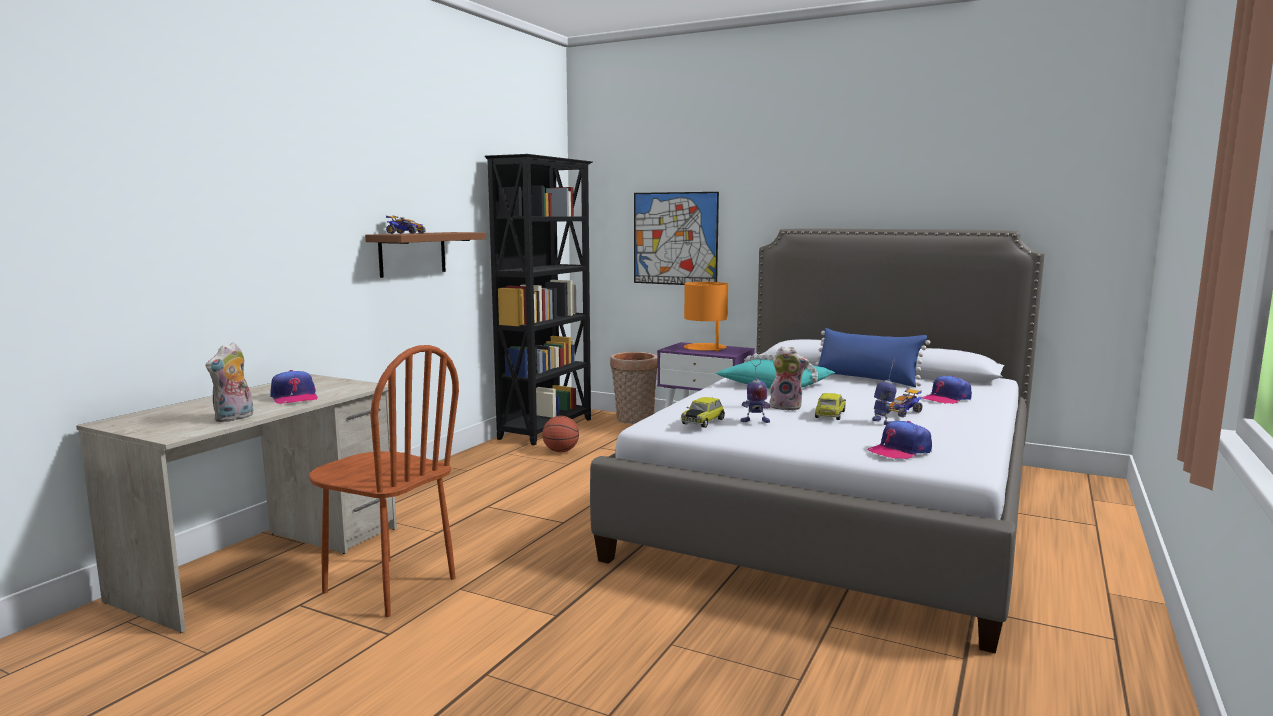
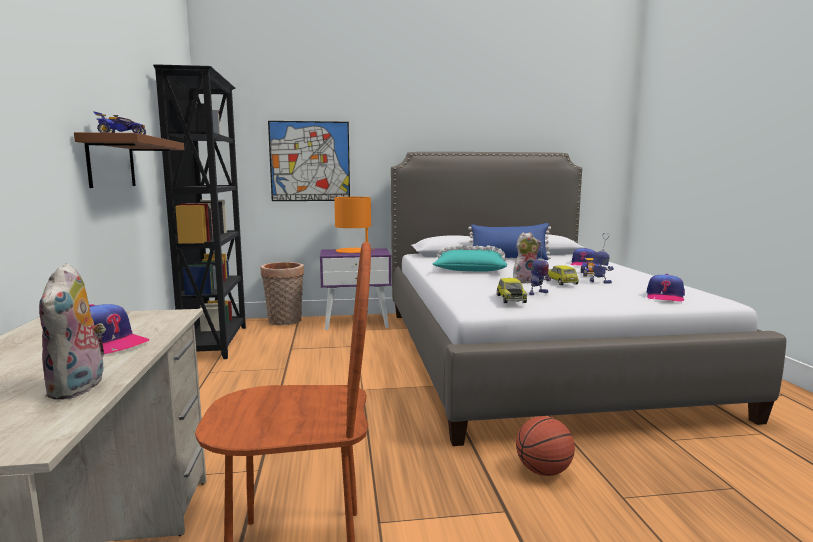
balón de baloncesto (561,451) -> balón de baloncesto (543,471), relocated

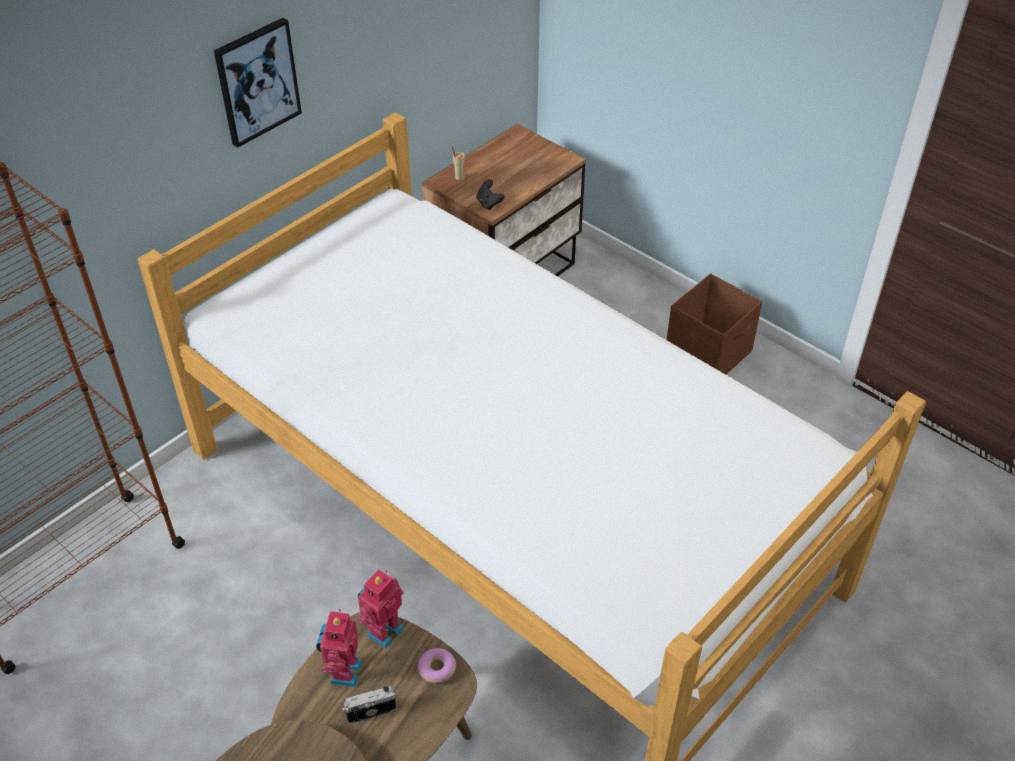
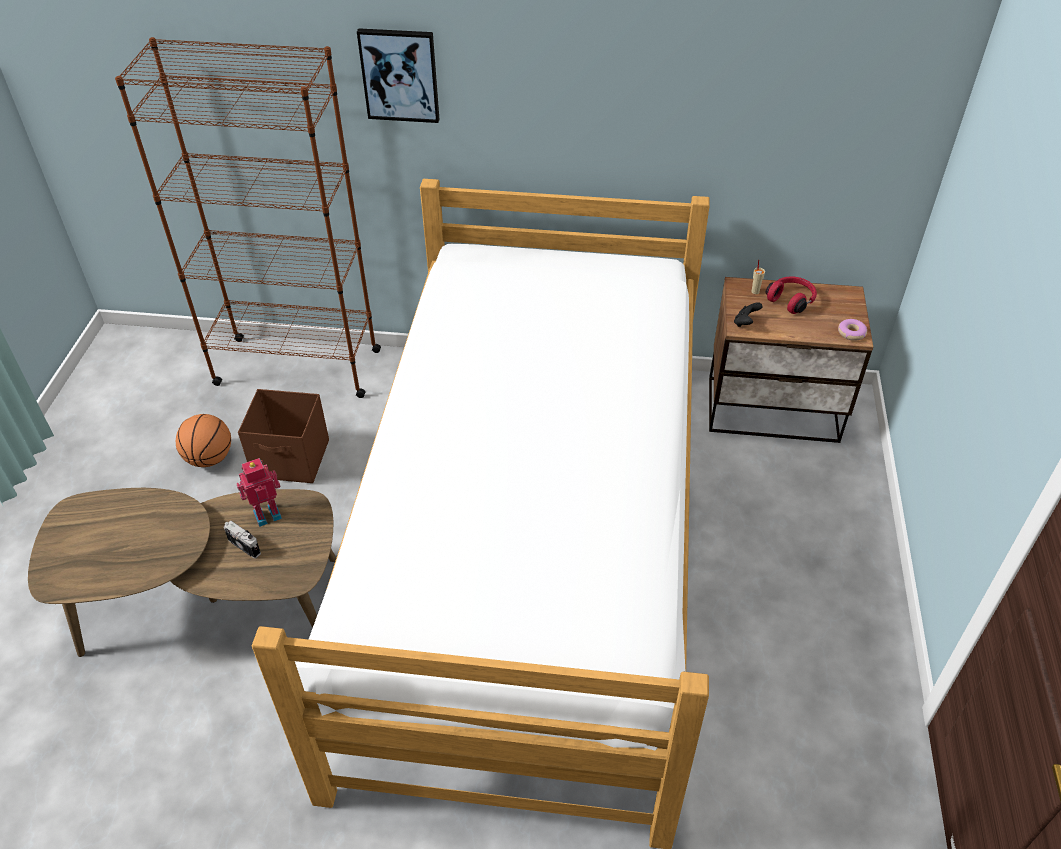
cuadro (257,81) -> cuadro (400,75), relocated
robot de juguete (383,630) -> none
rosquilla (436,668) -> rosquilla (851,333), relocated
caja de almacenaje/marrón (709,353) -> caja de almacenaje/marrón (292,459), relocated
none -> balón de baloncesto (209,458)
none -> auriculares/rojo (791,300)

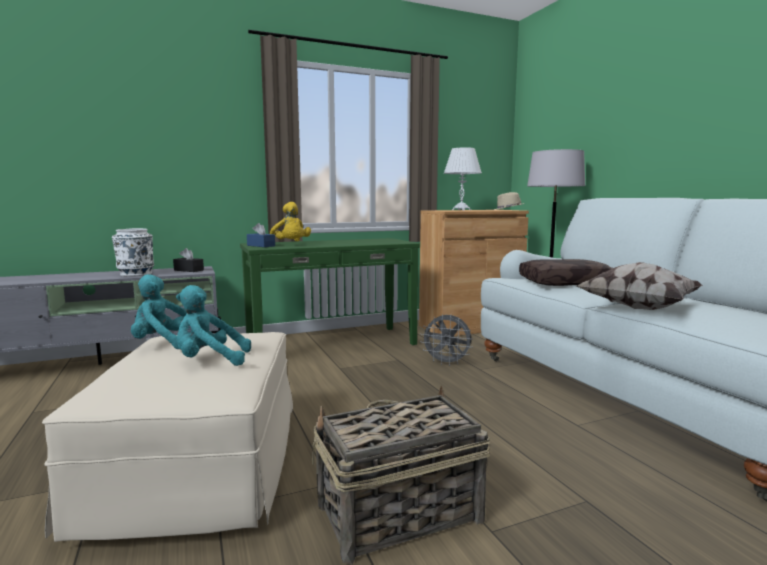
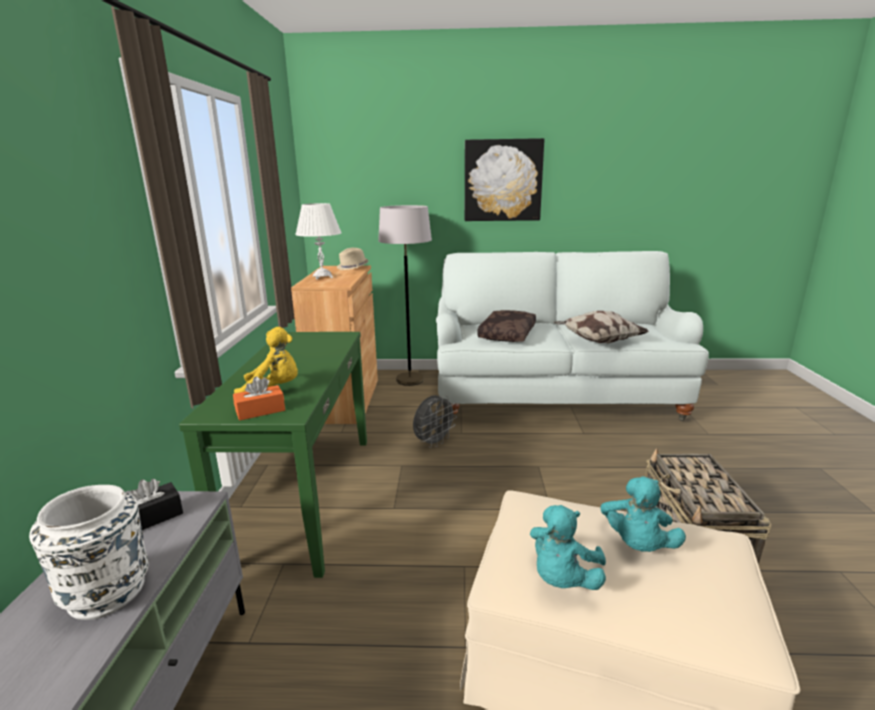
caja de pañuelos/azul (261,246) -> caja de pañuelos/naranja (260,411)
none -> cuadro (502,180)

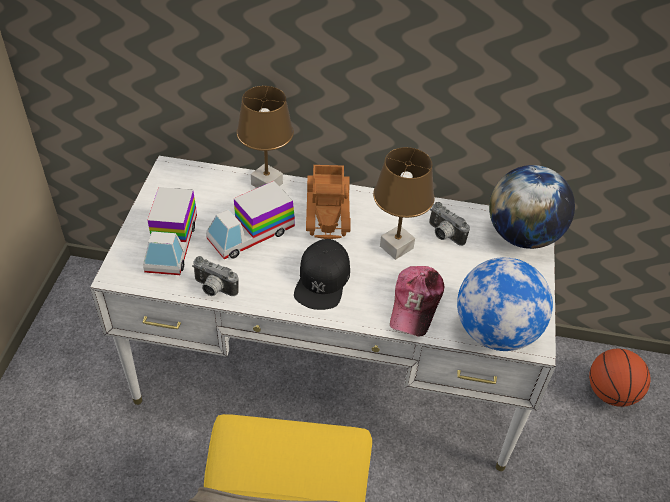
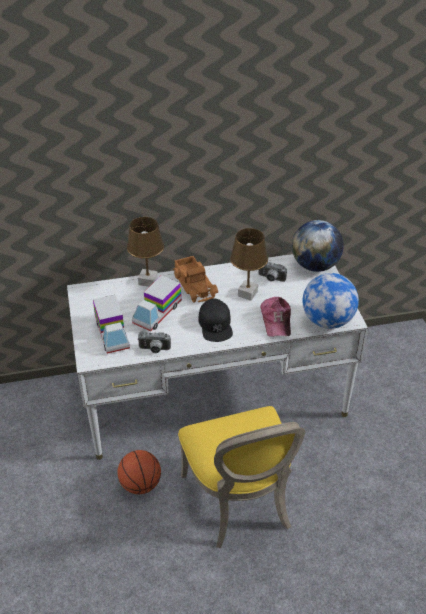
balón de baloncesto (610,393) -> balón de baloncesto (140,484), relocated

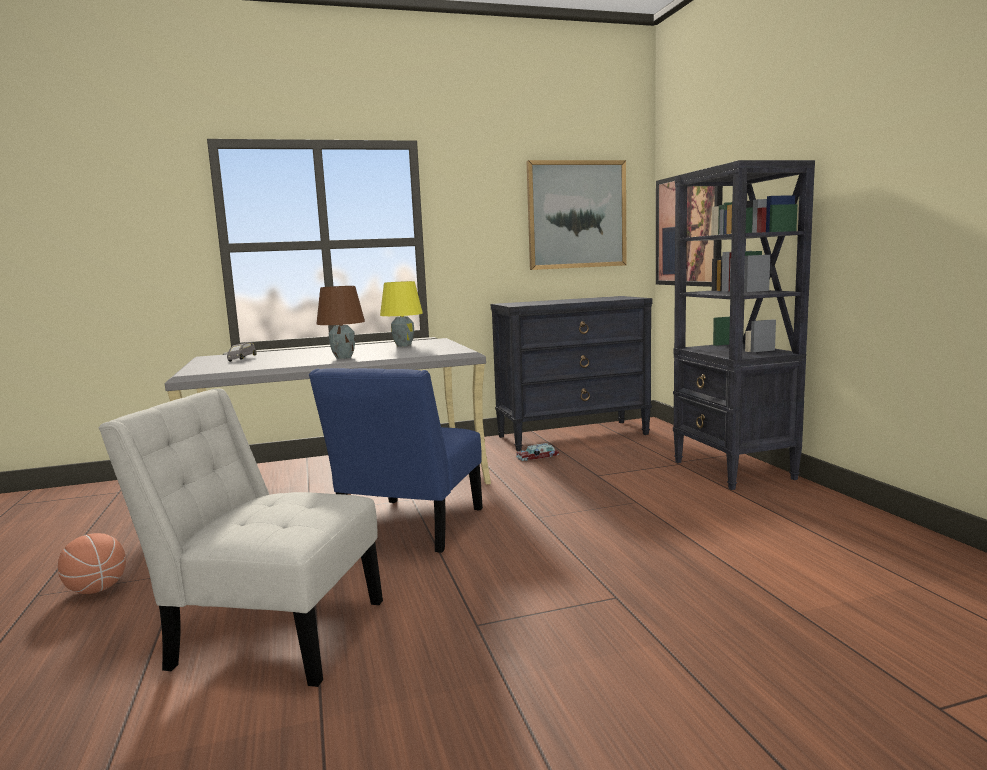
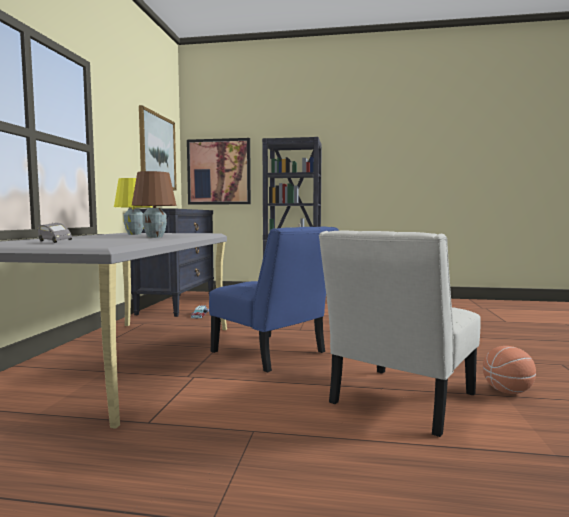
balón de baloncesto (96,589) -> balón de baloncesto (507,391), relocated

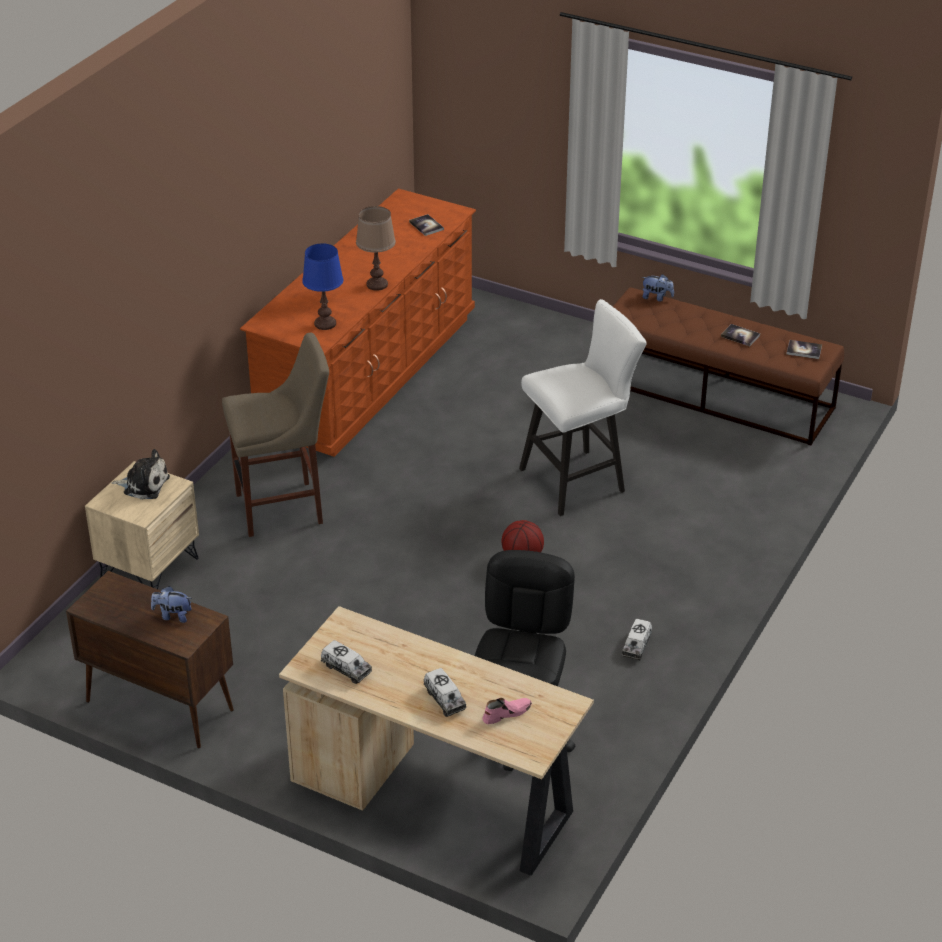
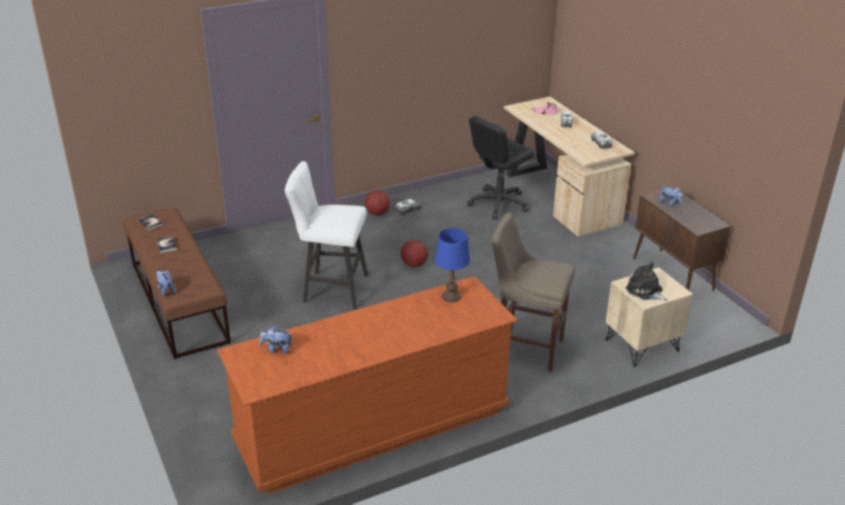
lámpara de mesa/marrón (376,284) -> none
libro (426,226) -> peluche (277,349)
none -> balón de baloncesto (377,213)

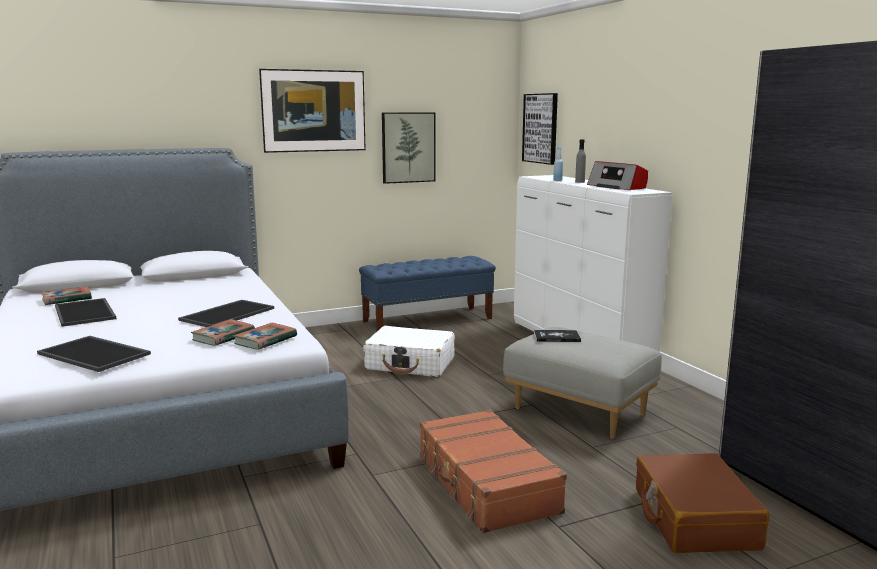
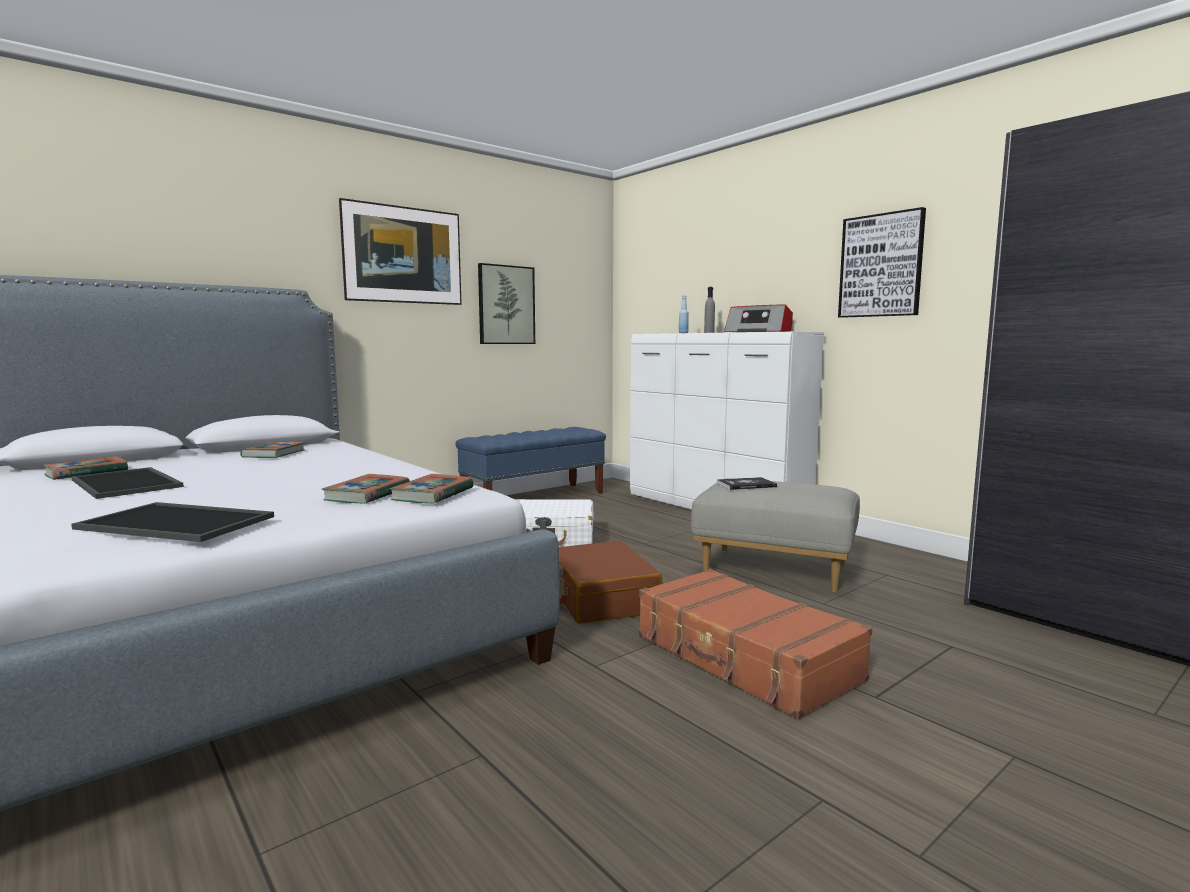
bandeja (227,314) -> none
cuadro (541,128) -> cuadro (881,265), relocated
maleta/marrón (694,518) -> maleta/marrón (601,598), relocated
none -> libro (274,454)

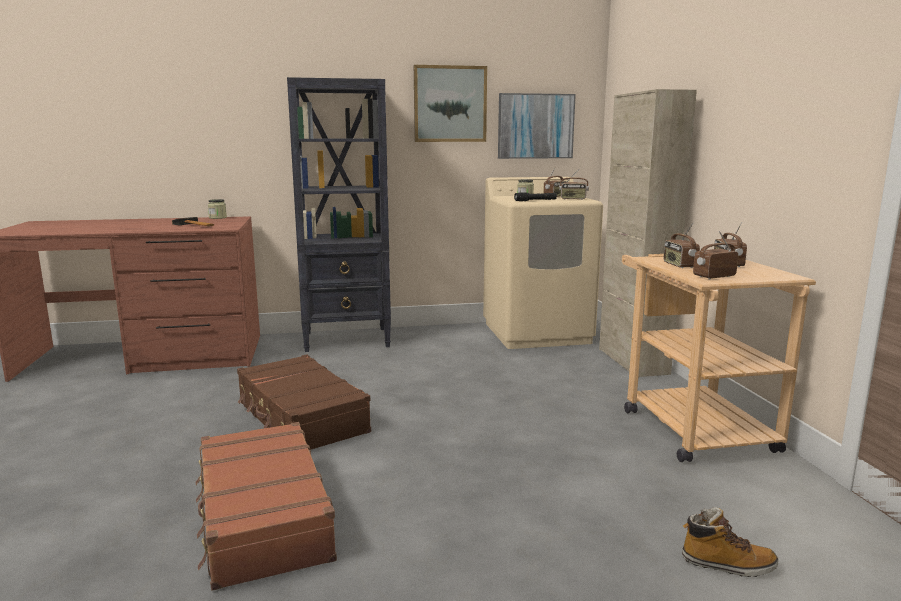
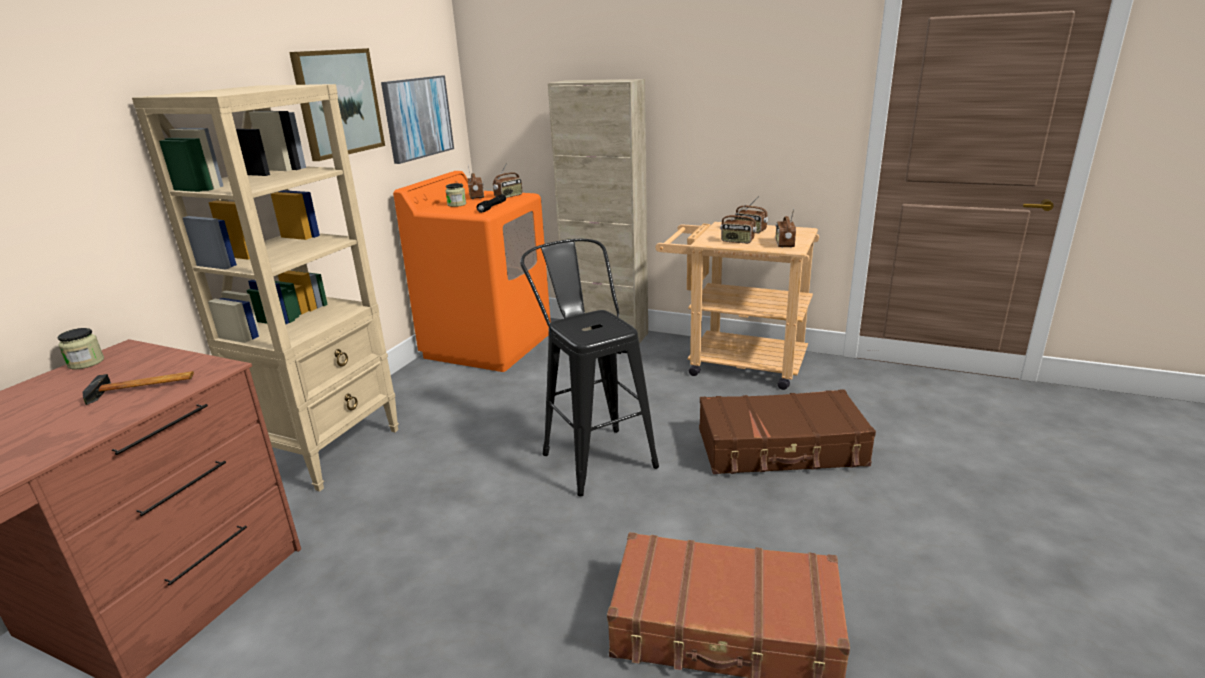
maleta/marrón (301,418) -> maleta/marrón (781,448), relocated
estantería/negro (347,339) -> estantería/beis (329,449)
lavadora/beis (537,333) -> lavadora/naranja (488,345)
bota (727,565) -> none
none -> taburete/negro (594,454)

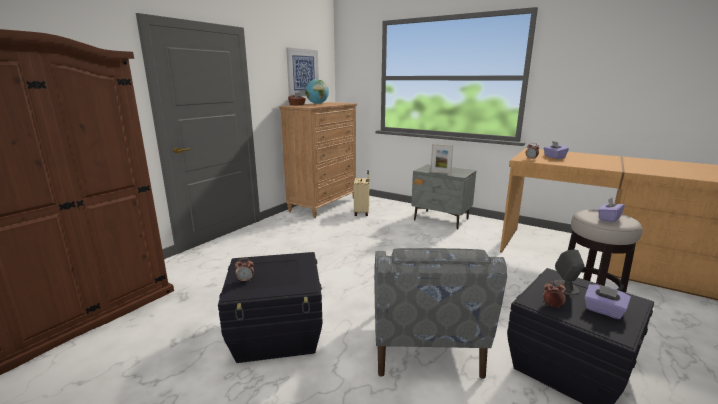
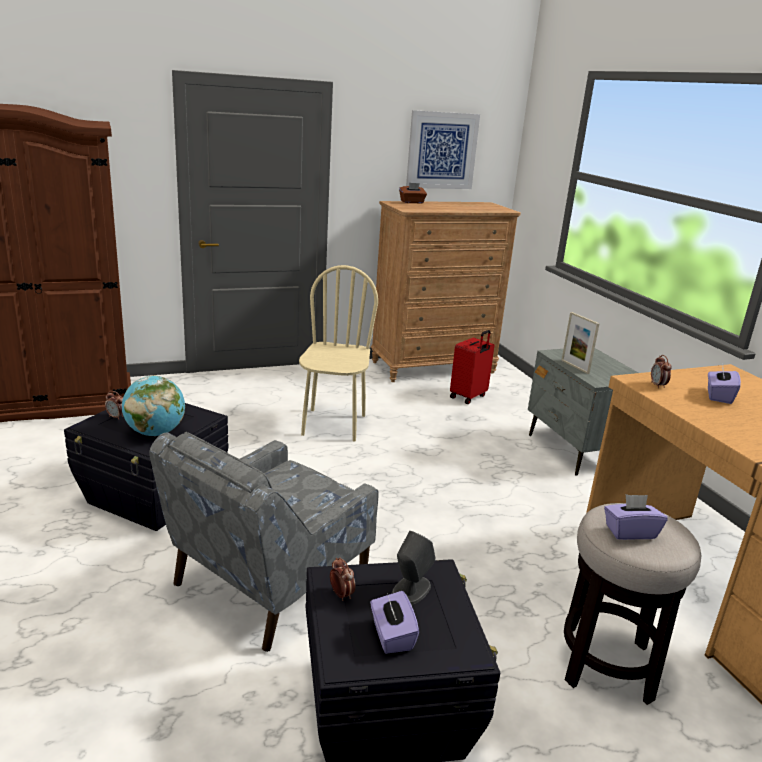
globo terráqueo (317,104) -> globo terráqueo (155,433), relocated
maleta/beis (362,213) -> maleta/rojo (468,397)
none -> silla/beis (333,425)

